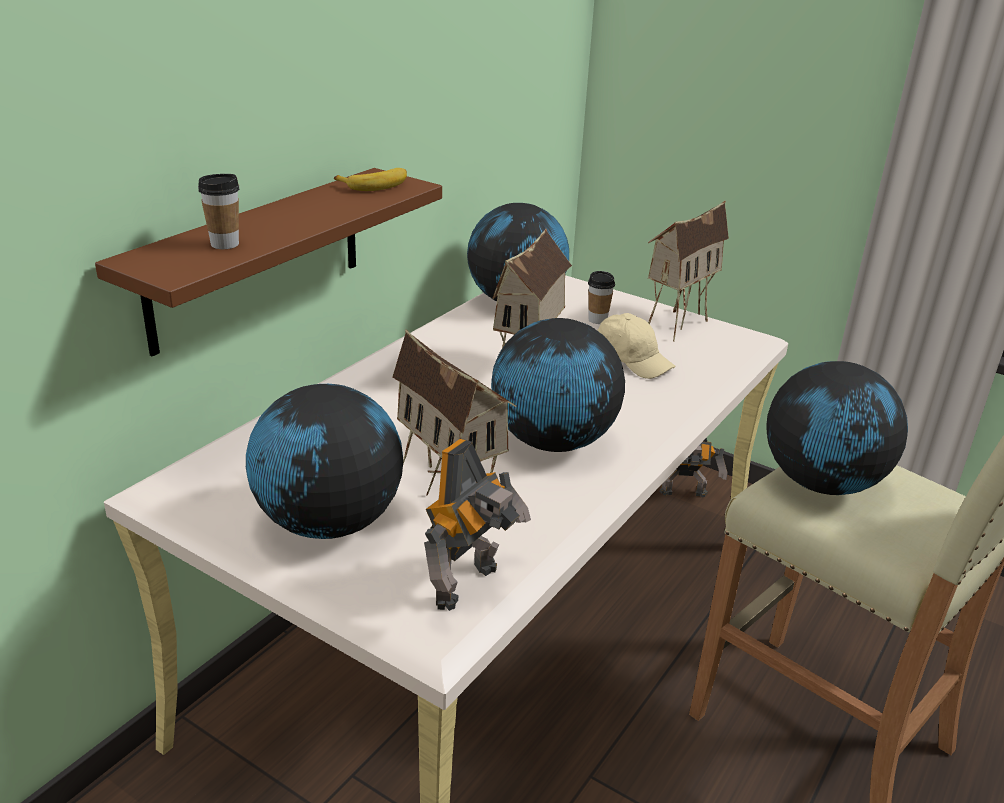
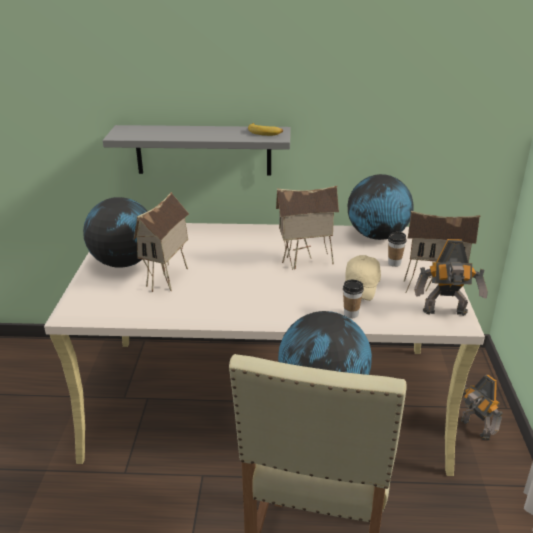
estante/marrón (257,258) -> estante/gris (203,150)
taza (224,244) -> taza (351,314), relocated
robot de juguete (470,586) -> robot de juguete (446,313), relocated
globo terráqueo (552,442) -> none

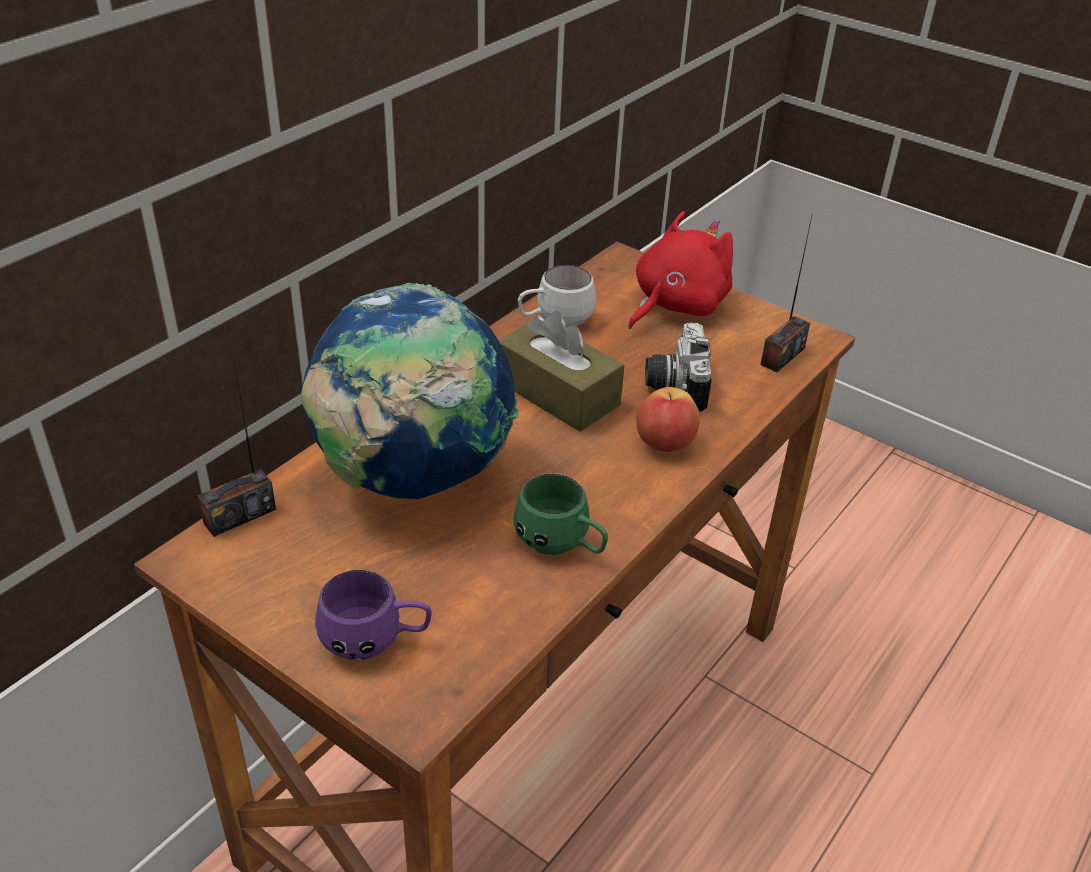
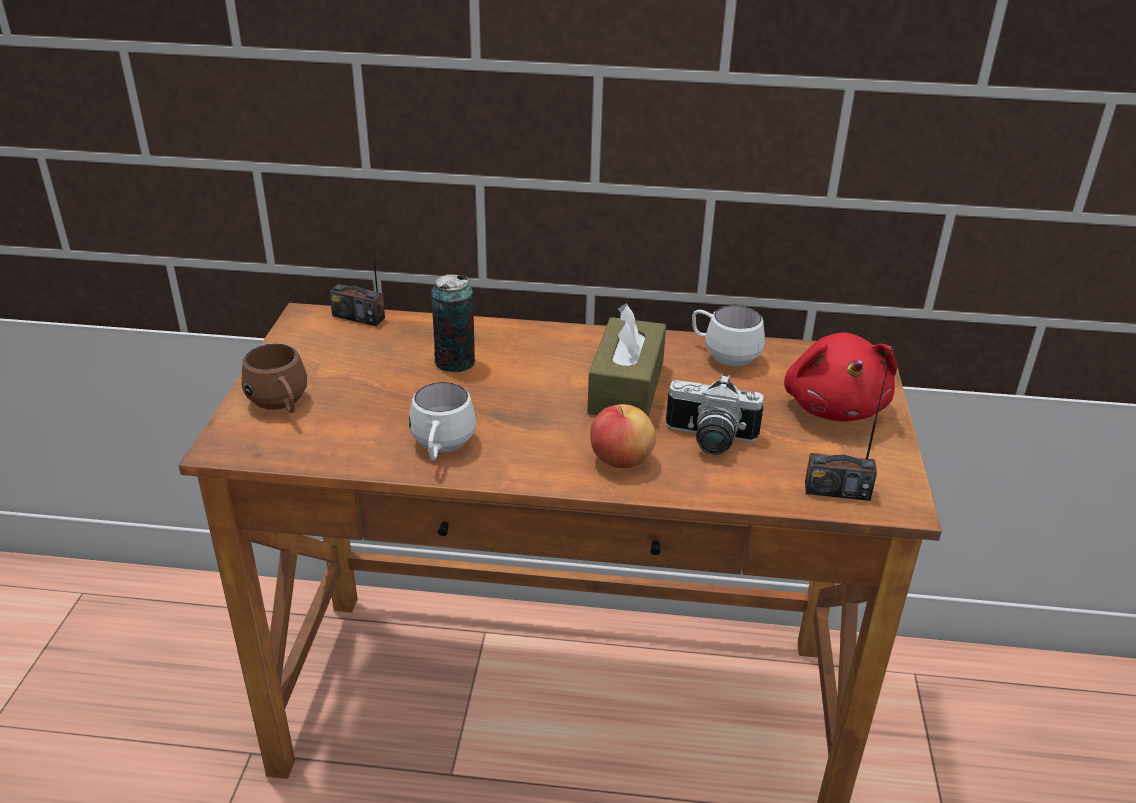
globo terráqueo (412,479) -> lata (455,362)
taza grande/morado (376,641) -> taza grande/marrón (281,406)
taza grande/verde (561,546) -> taza grande/blanco (441,449)
peluche/rojo (675,305) -> peluche/rojo (834,406), 75 degrees clockwise
cámara (673,385) -> cámara (709,441), 135 degrees counterclockwise

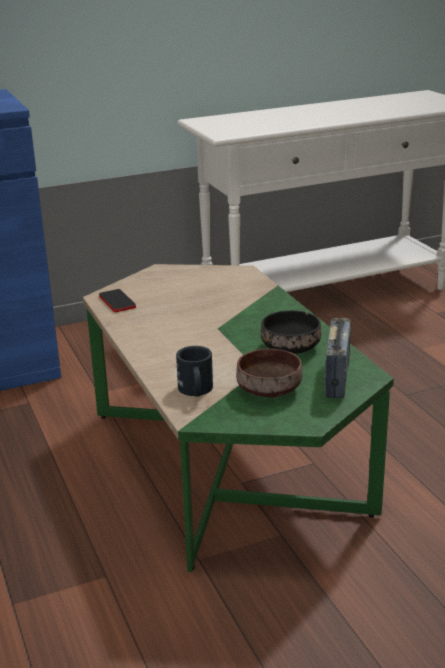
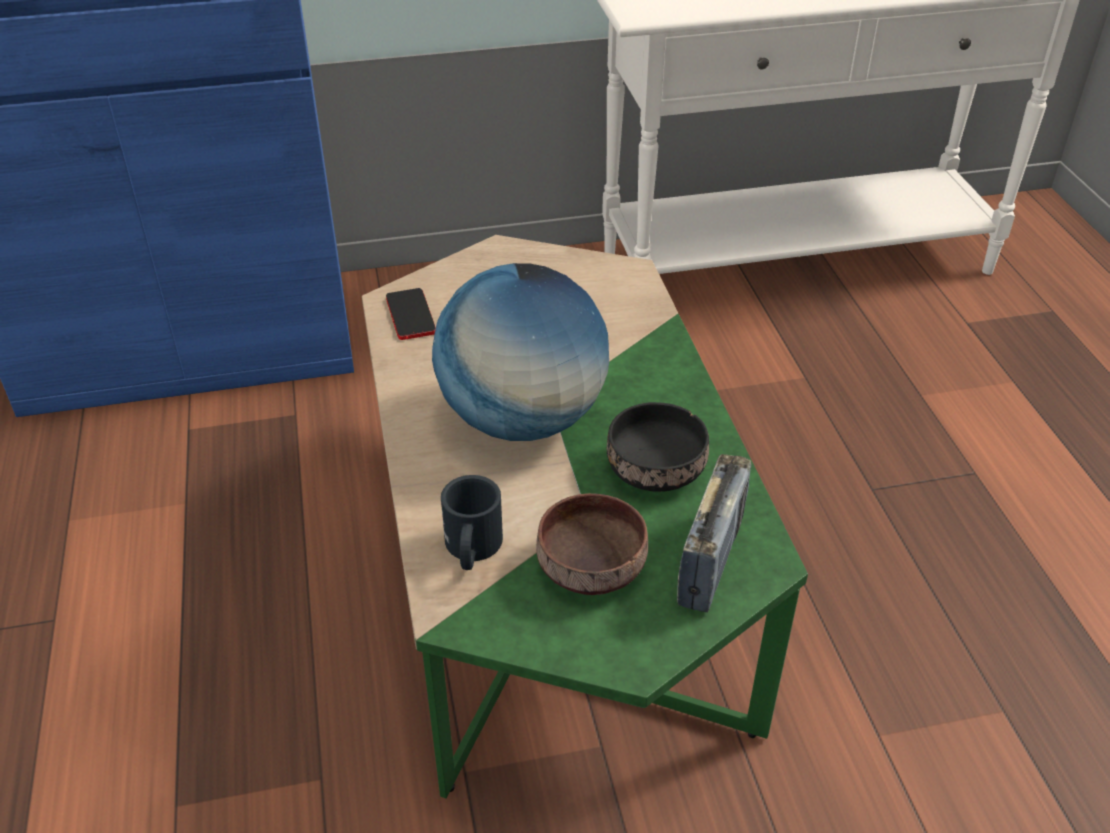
none -> globo terráqueo (522,419)

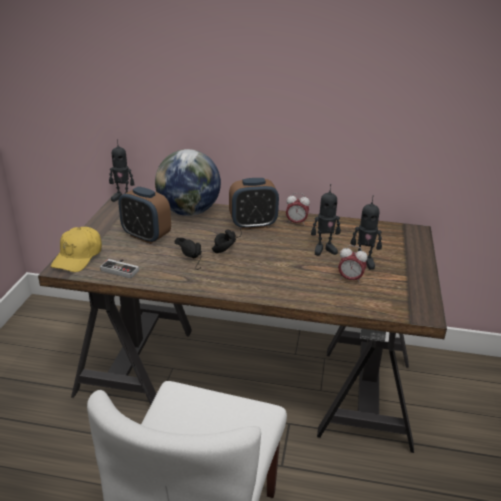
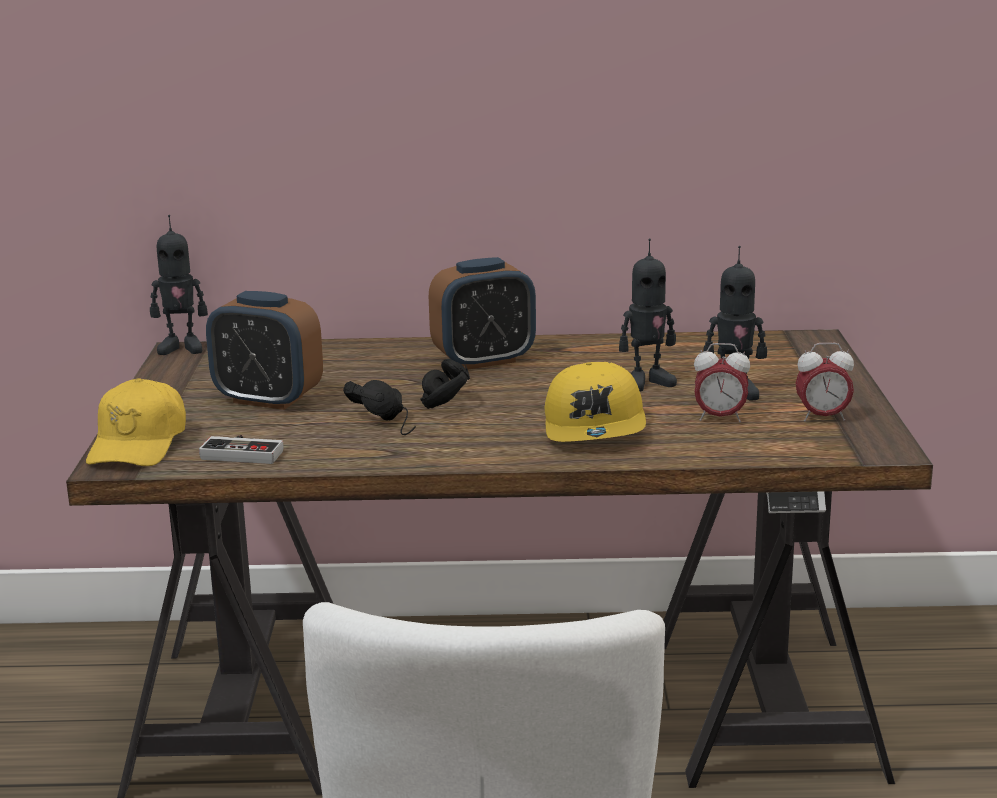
globo terráqueo (189,212) -> none
despertador (296,223) -> despertador (822,418), relocated
none -> gorra/amarillo (596,427)

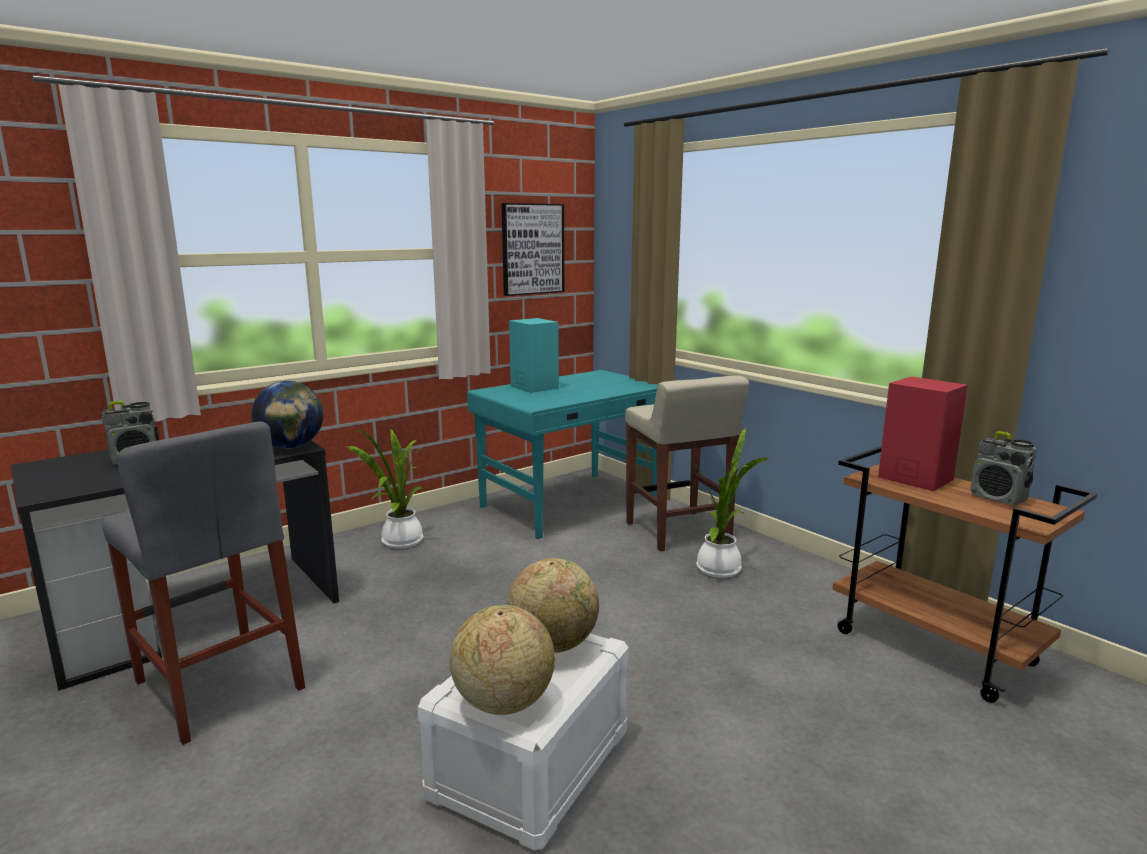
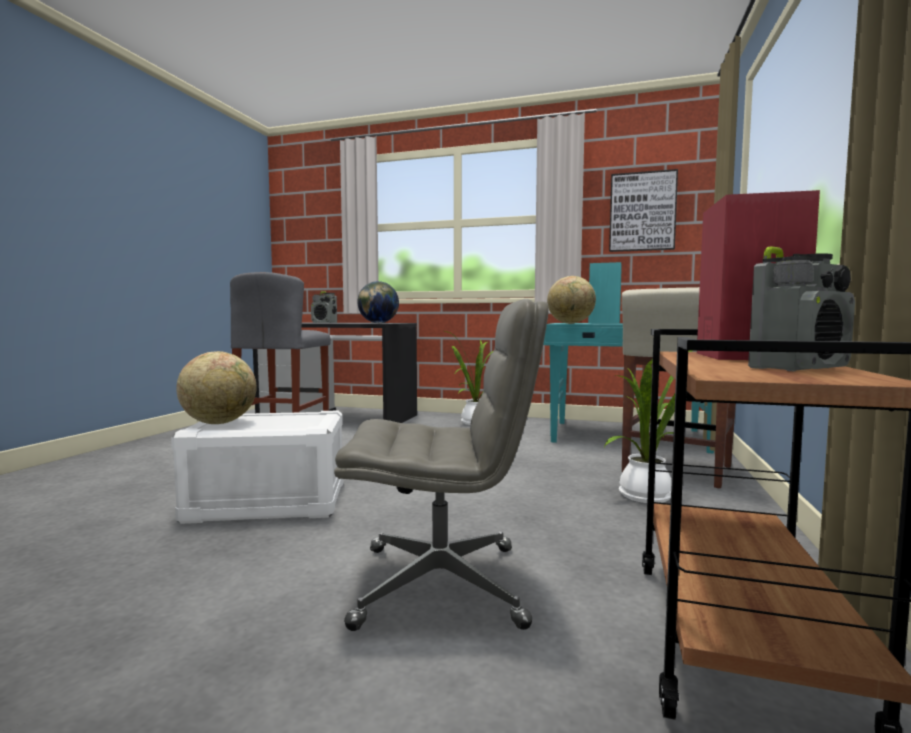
globo terráqueo (554,644) -> globo terráqueo (571,323), relocated
radio (998,498) -> radio (799,368), 135 degrees counterclockwise
none -> silla de oficina/gris (443,584)

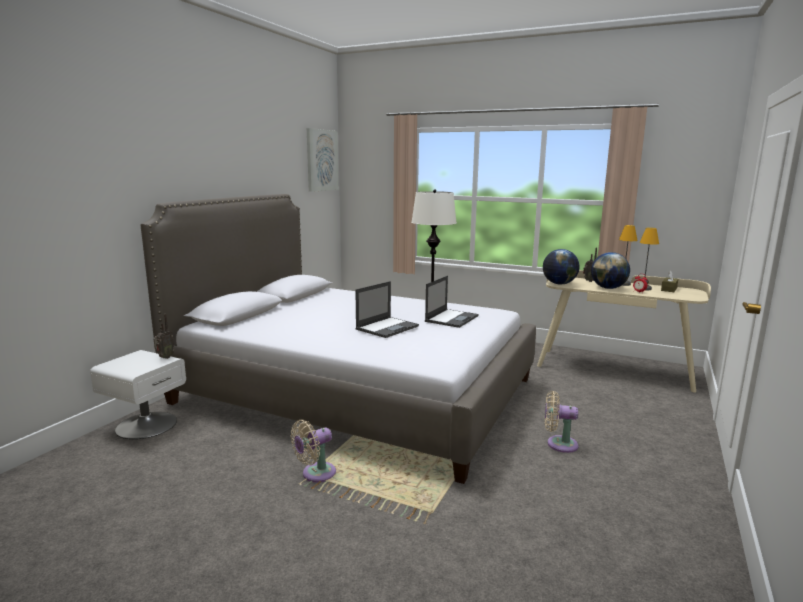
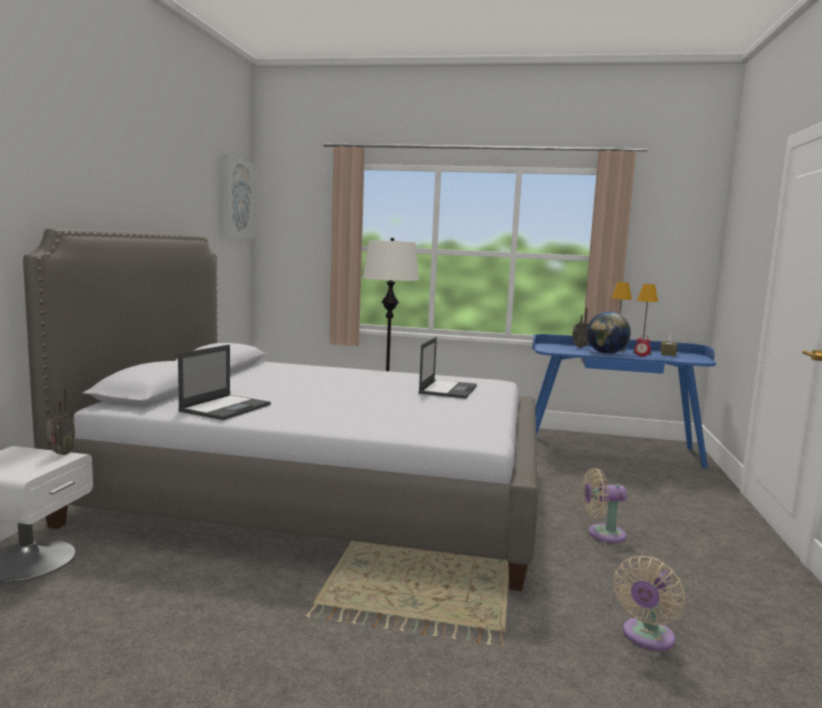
ventilador/beis (315,474) -> ventilador/beis (646,638), relocated
portátil (387,327) -> portátil (226,407), relocated
escritorio/beis (614,369) -> escritorio/azul (611,449)
globo terráqueo (559,284) -> none

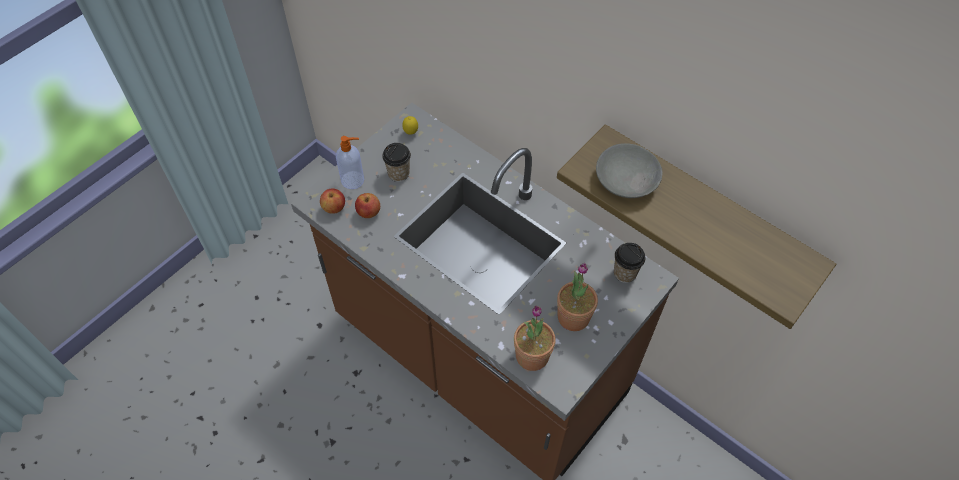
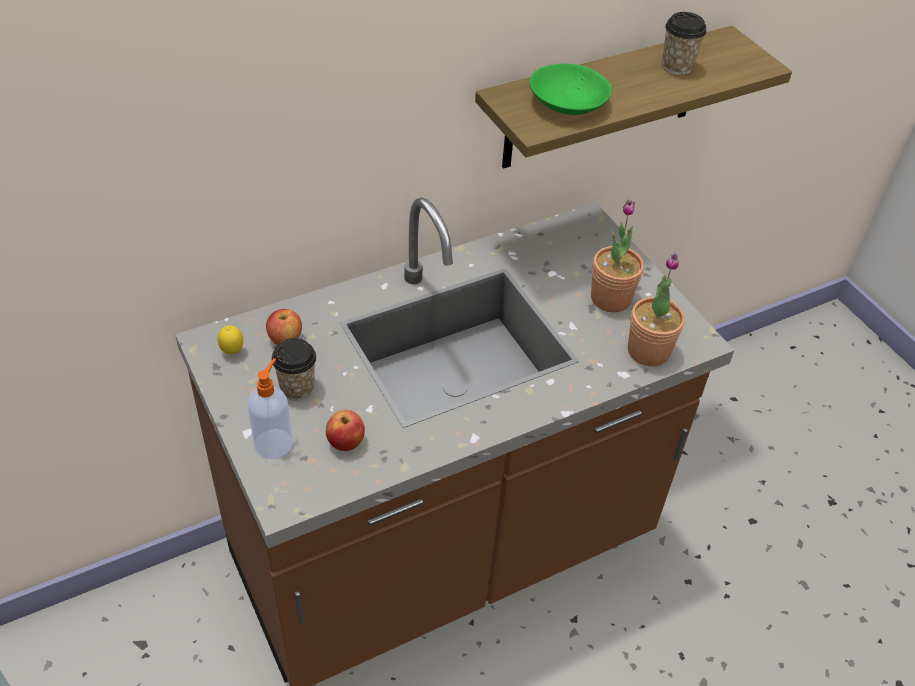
manzana (334,208) -> manzana (285,340), relocated
cuenco/gris (627,180) -> cuenco/verde (569,103)
taza (625,273) -> taza (677,66), relocated

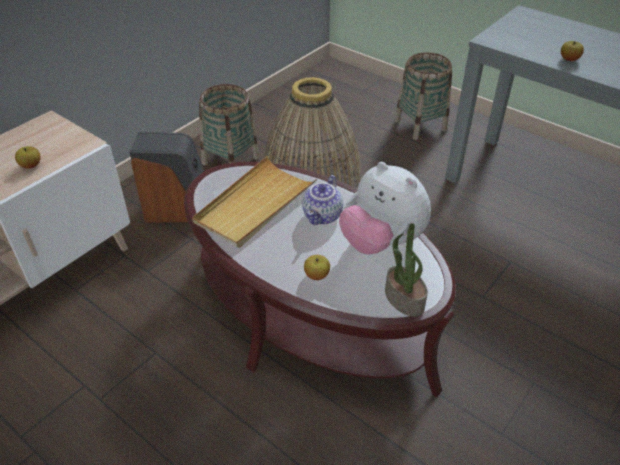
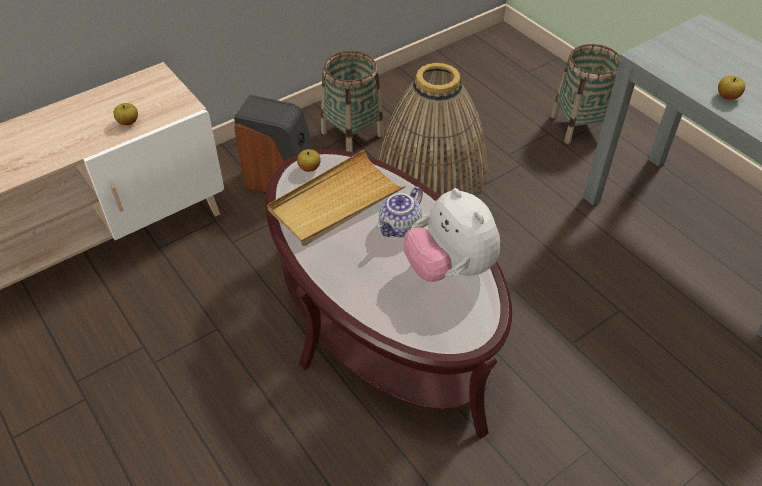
manzana (316,275) -> manzana (309,168), relocated
planta en maceta (403,299) -> none

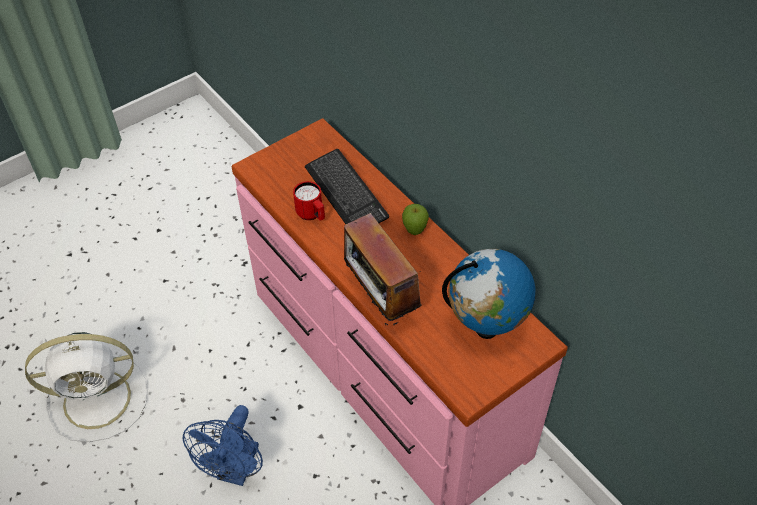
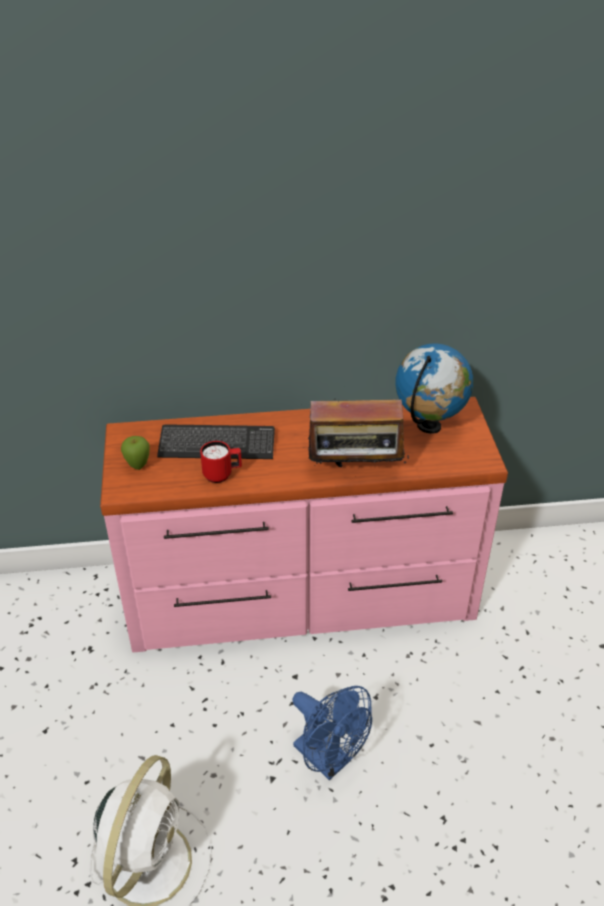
manzana (414,231) -> manzana (138,466), relocated

